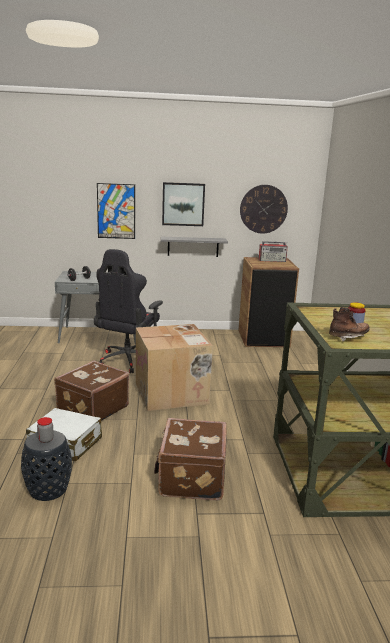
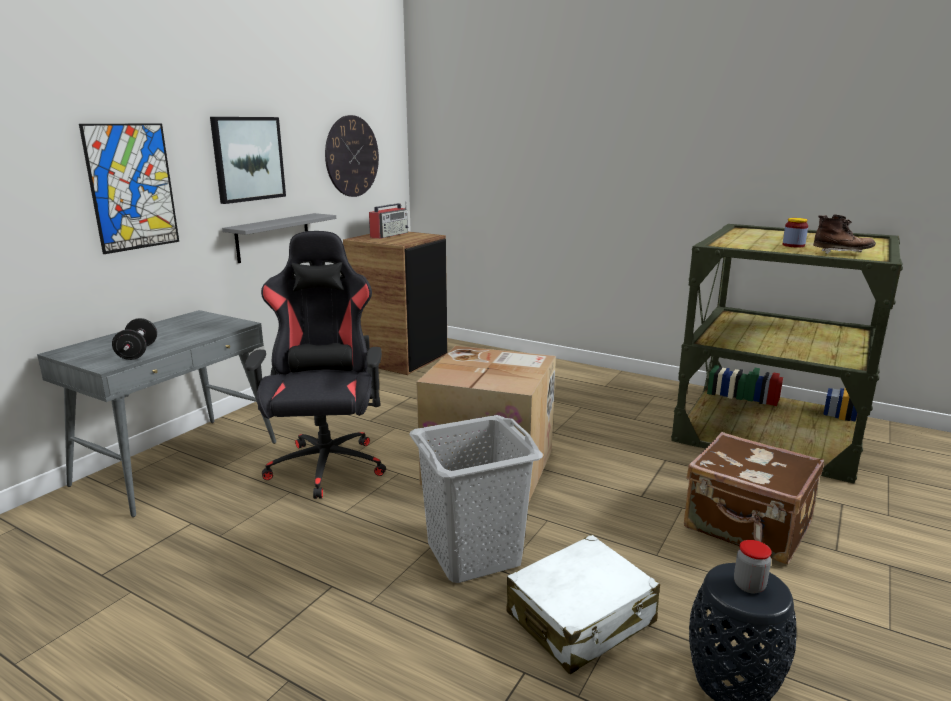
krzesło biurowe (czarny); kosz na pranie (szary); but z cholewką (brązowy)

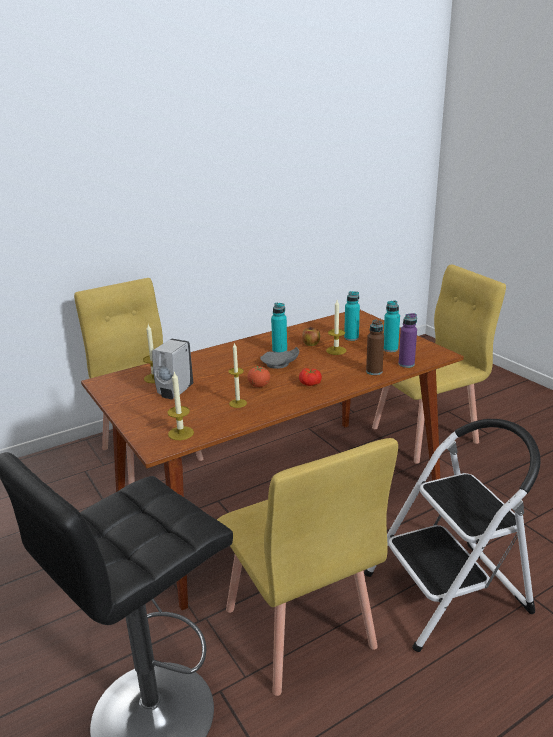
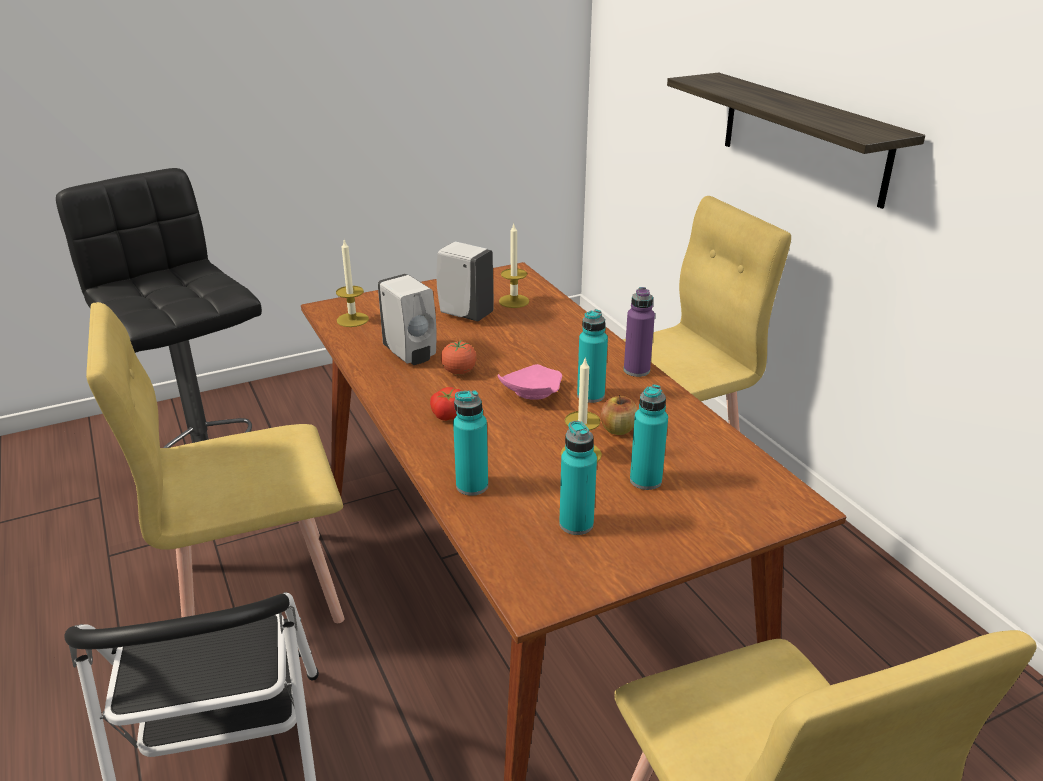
dozownik mydła (biały) (no. 1 from left); butelka (turkusowy) (no. 1 from left); talerz (różowy); butelka (fioletowy); półka

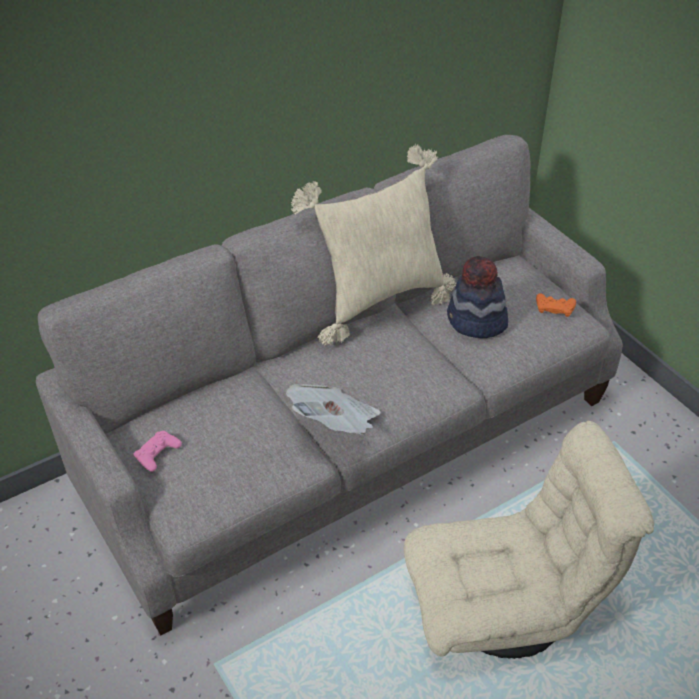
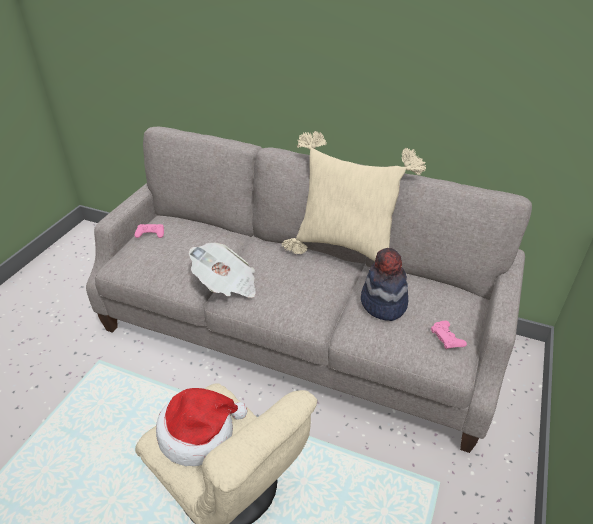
kapelusz (no. 1 from left); pad do gier (różowy) (no. 2 from left)

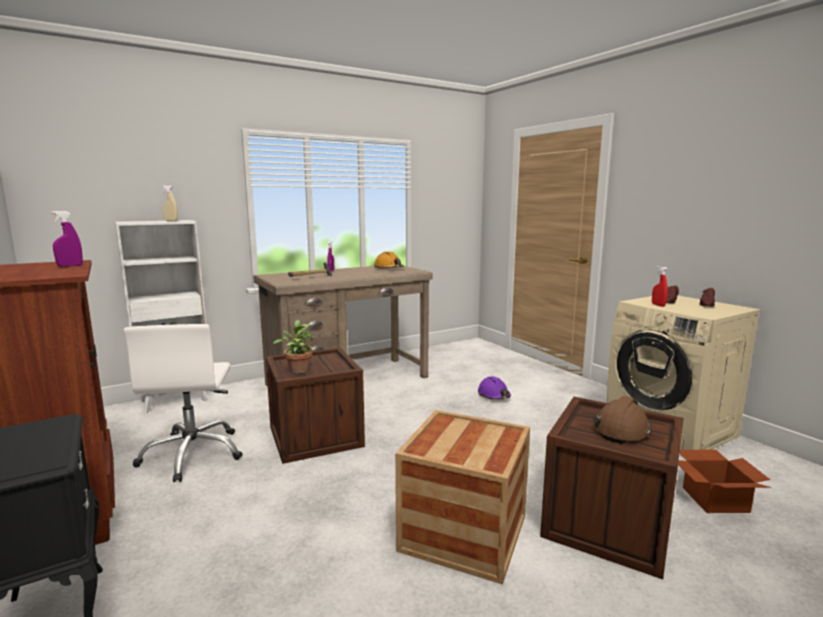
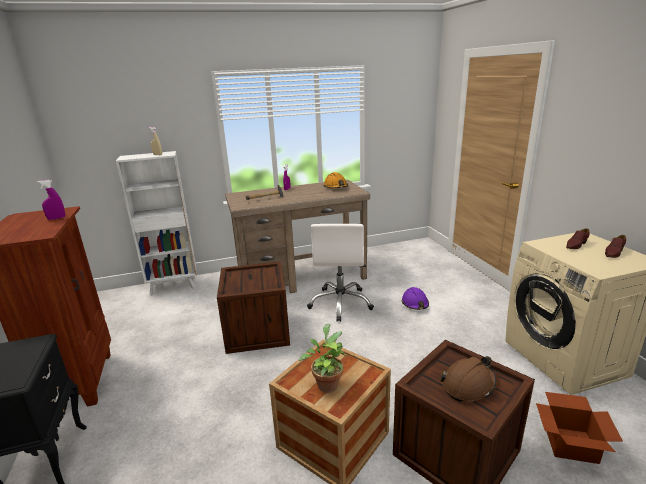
roślina doniczkowa; krzesło biurowe (biały); spryskiwacz (czerwony)

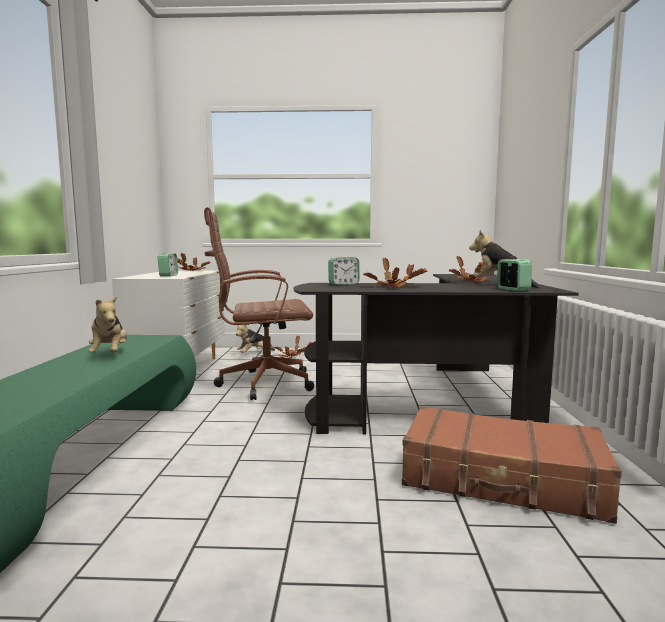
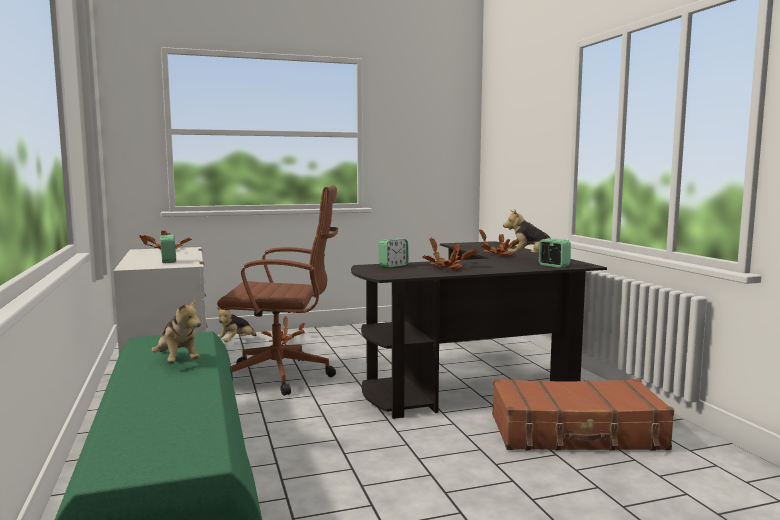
krzesło biurowe (brązowy)

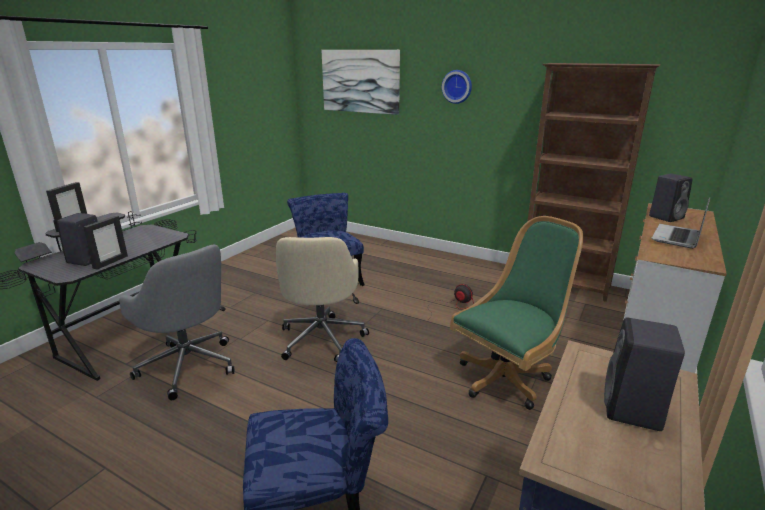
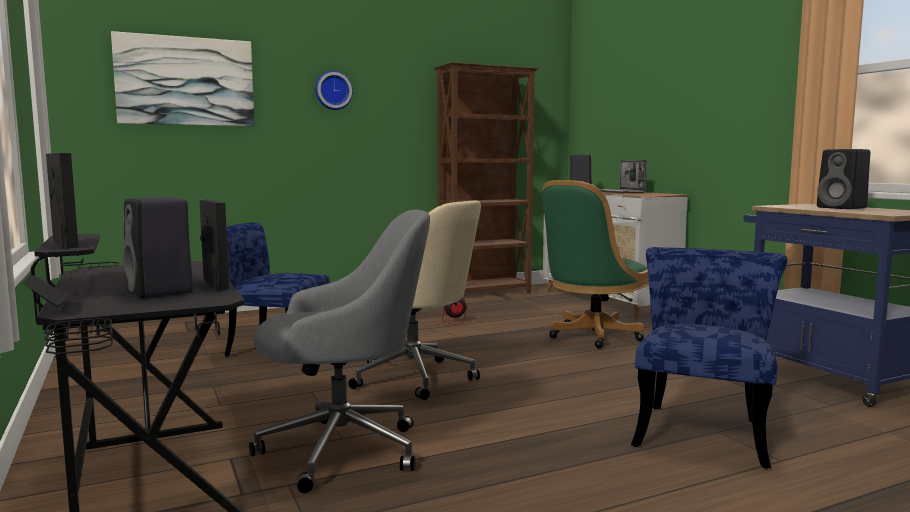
krzesło biurowe (zielony)

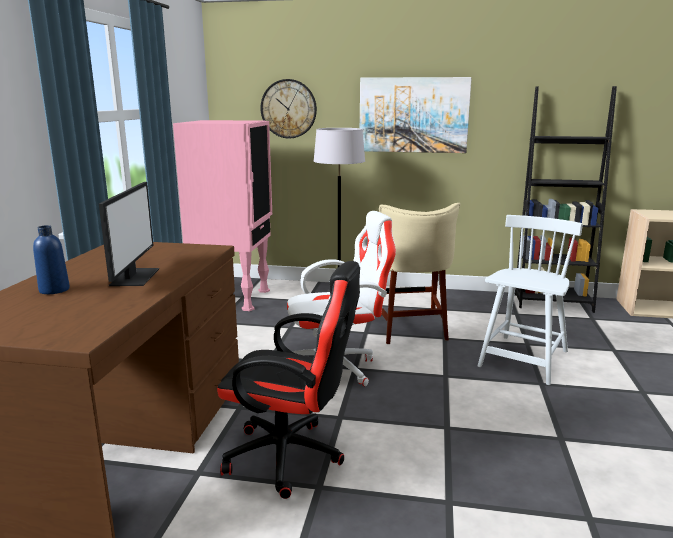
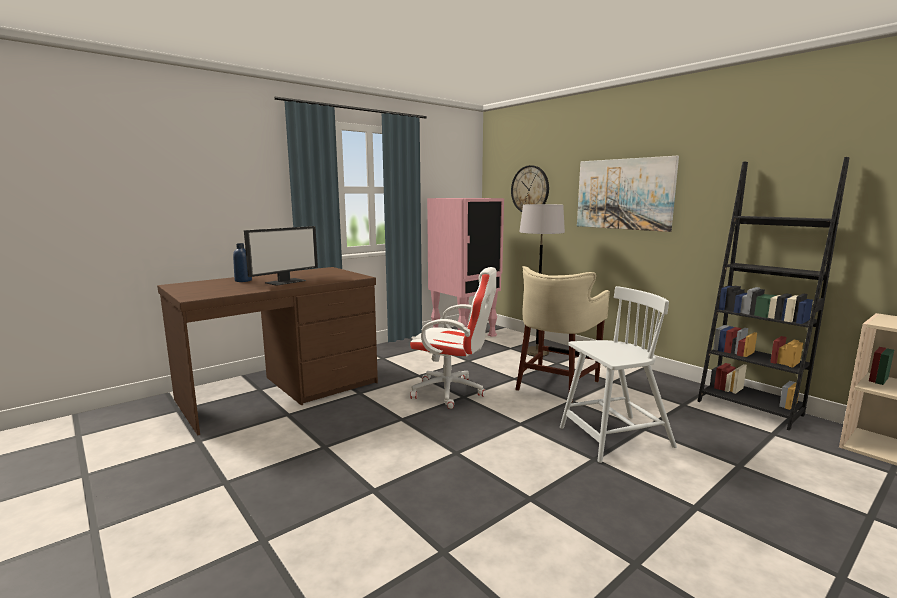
krzesło biurowe (czarny)

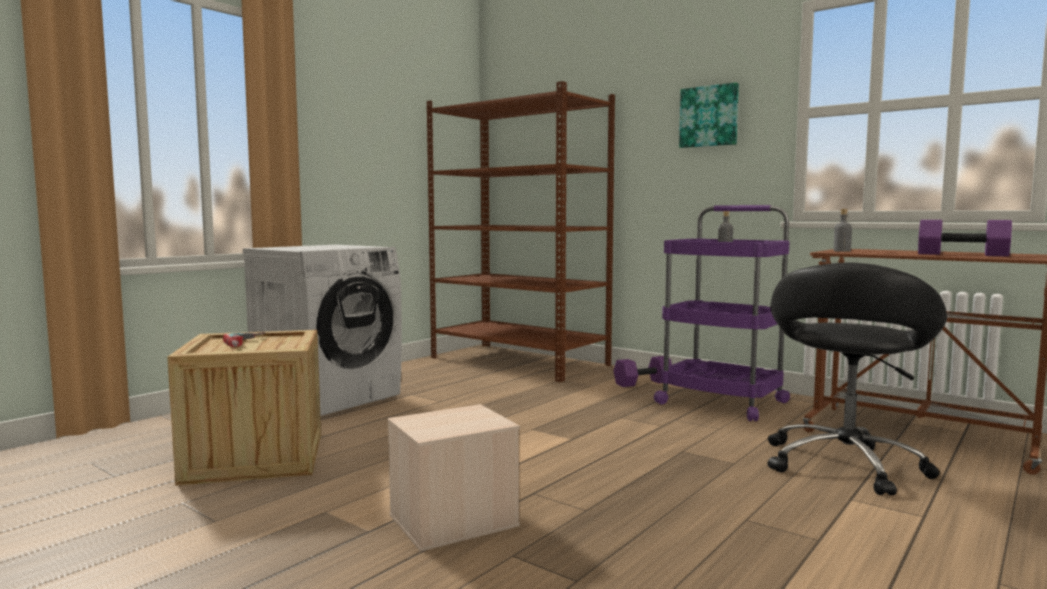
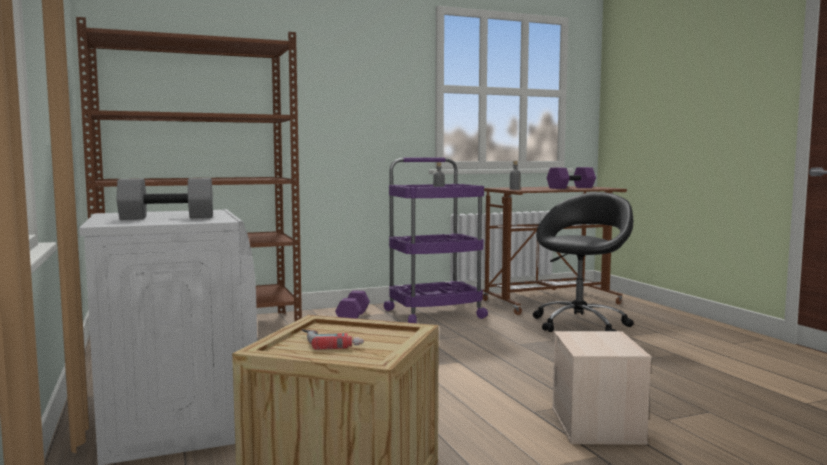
hantel (szary); krzesło biurowe (czarny); obraz

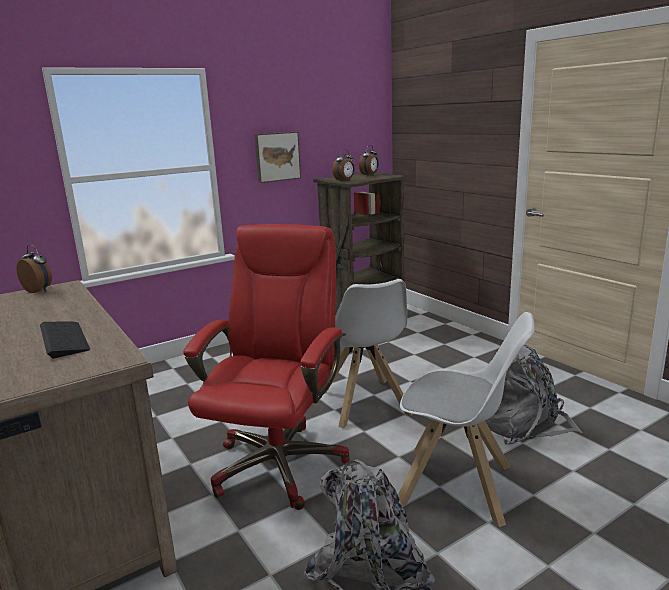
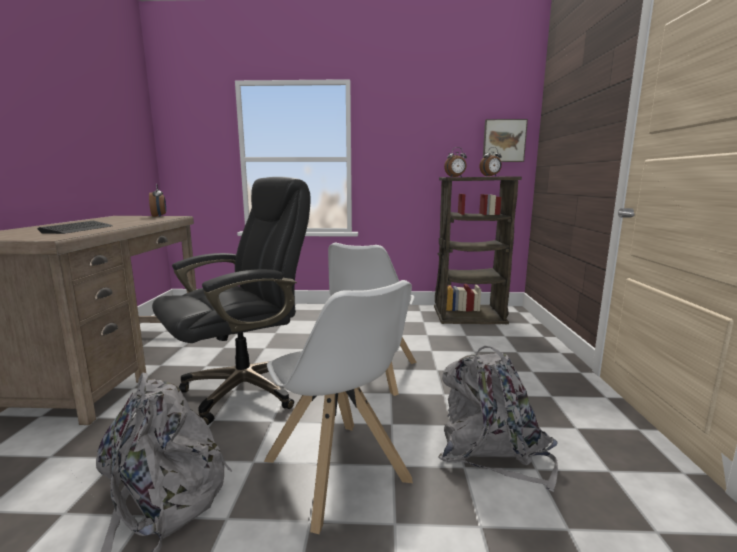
krzesło biurowe (czarny); obraz

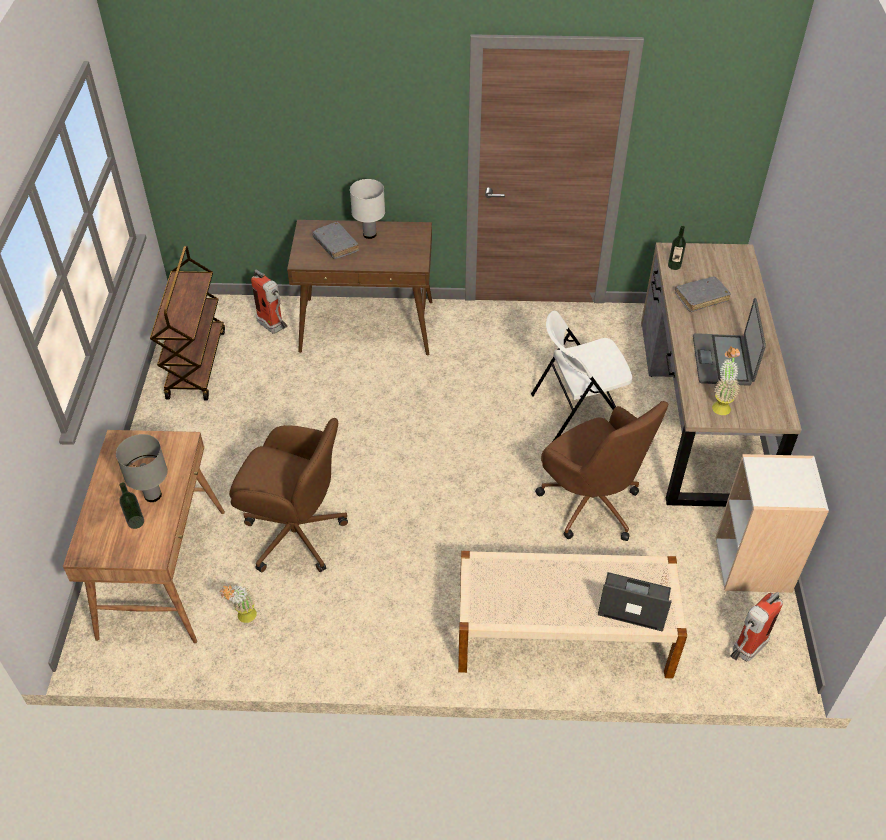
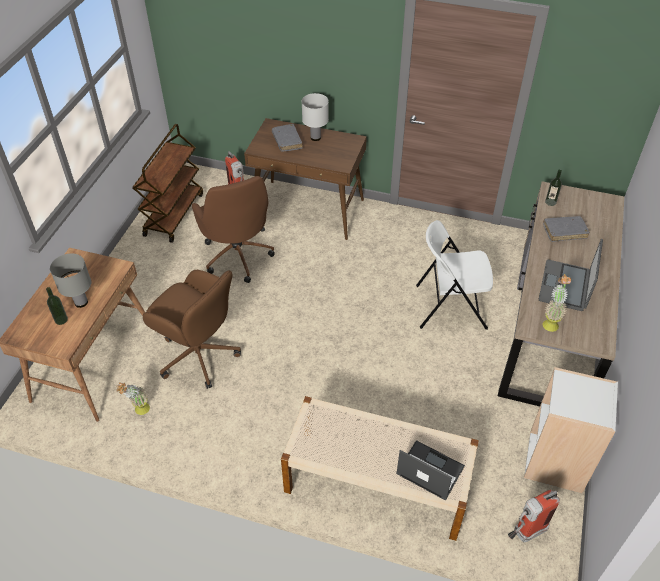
krzesło biurowe (brązowy) (no. 2 from left)

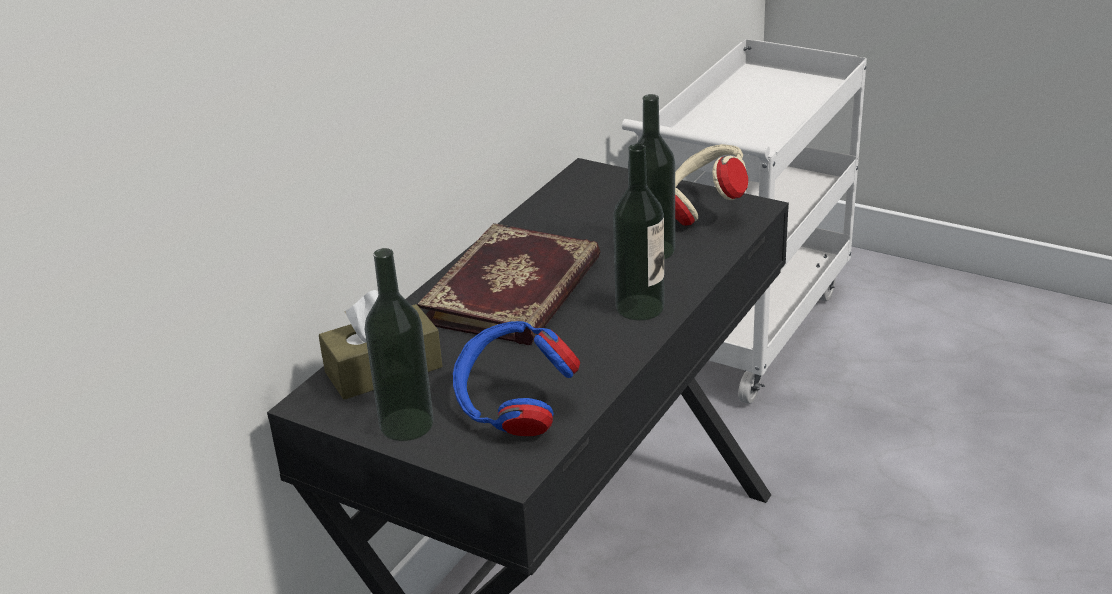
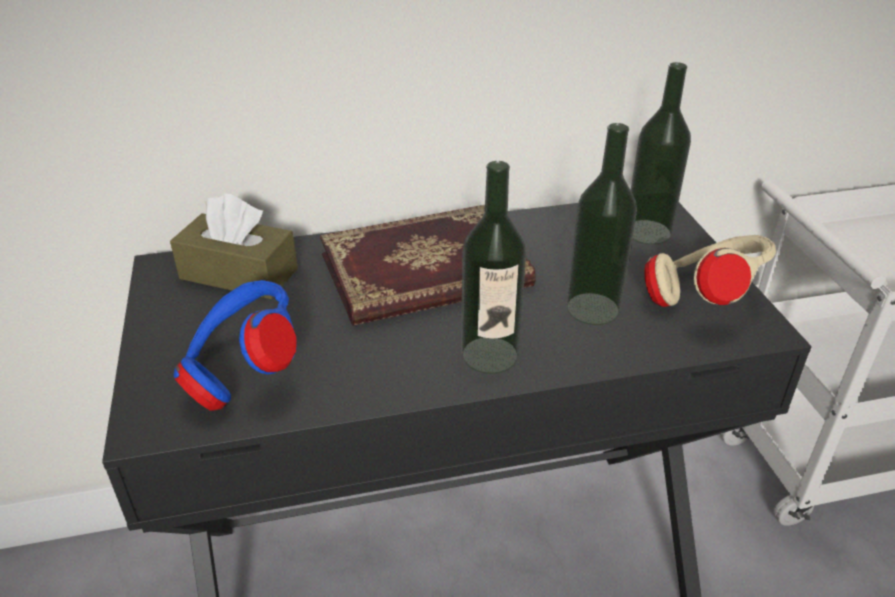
butelka (no. 3 from left)

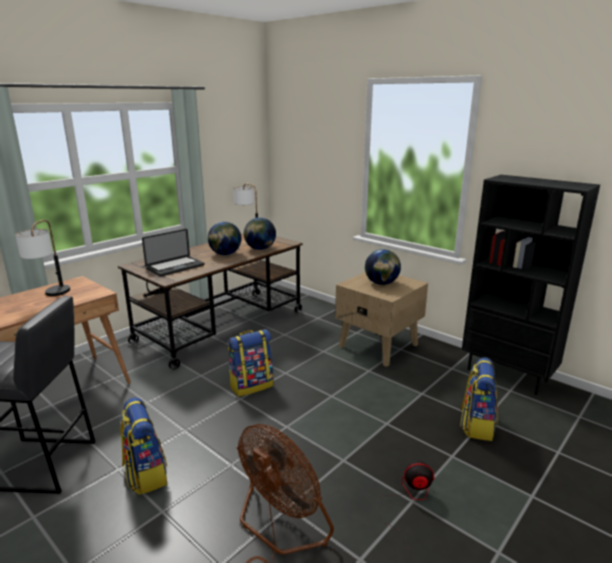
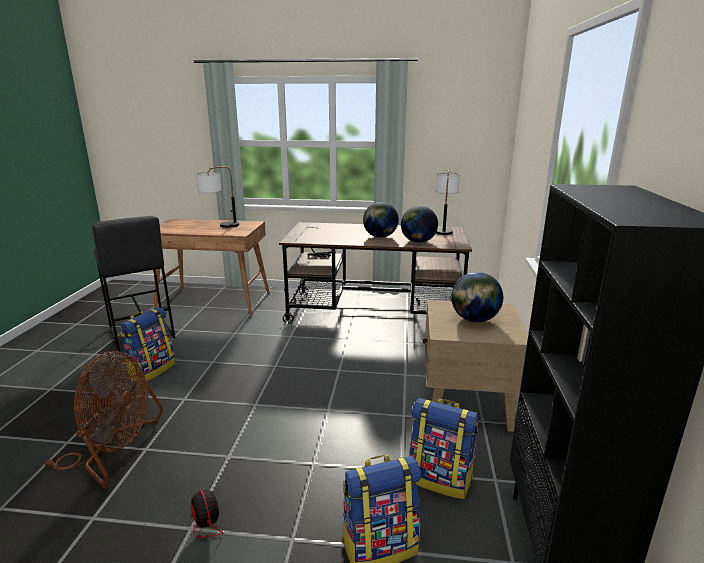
plecak (no. 3 from left); laptop

